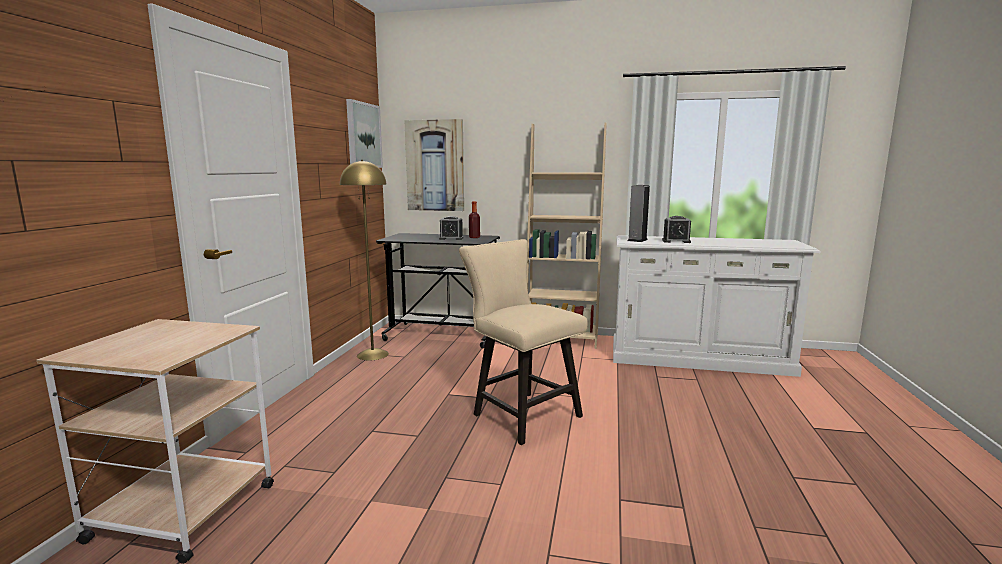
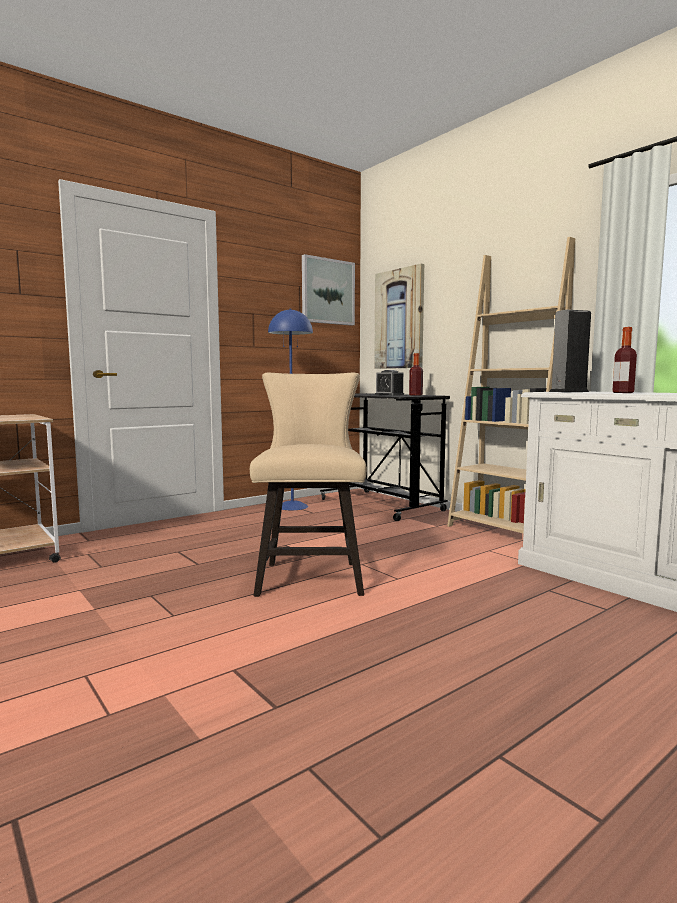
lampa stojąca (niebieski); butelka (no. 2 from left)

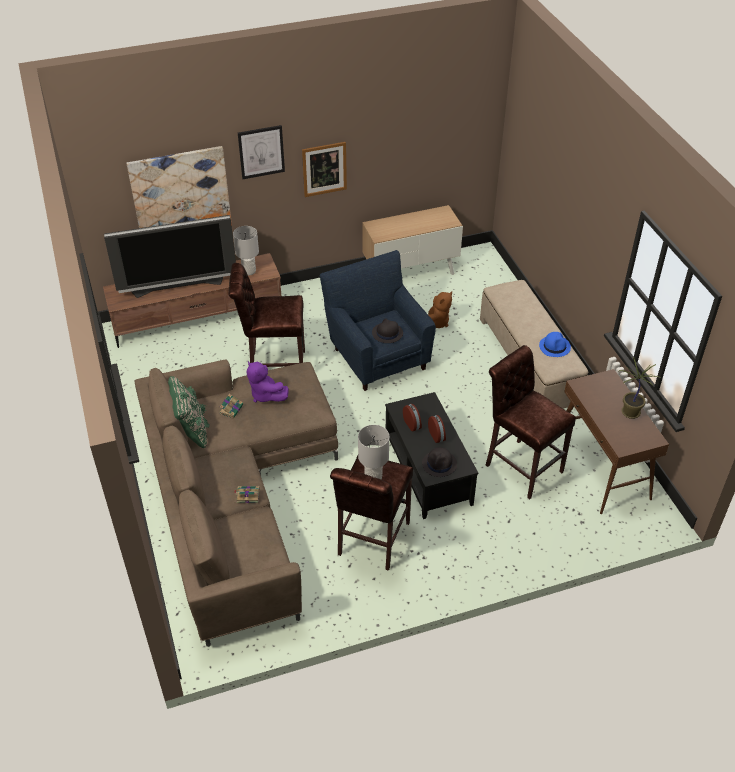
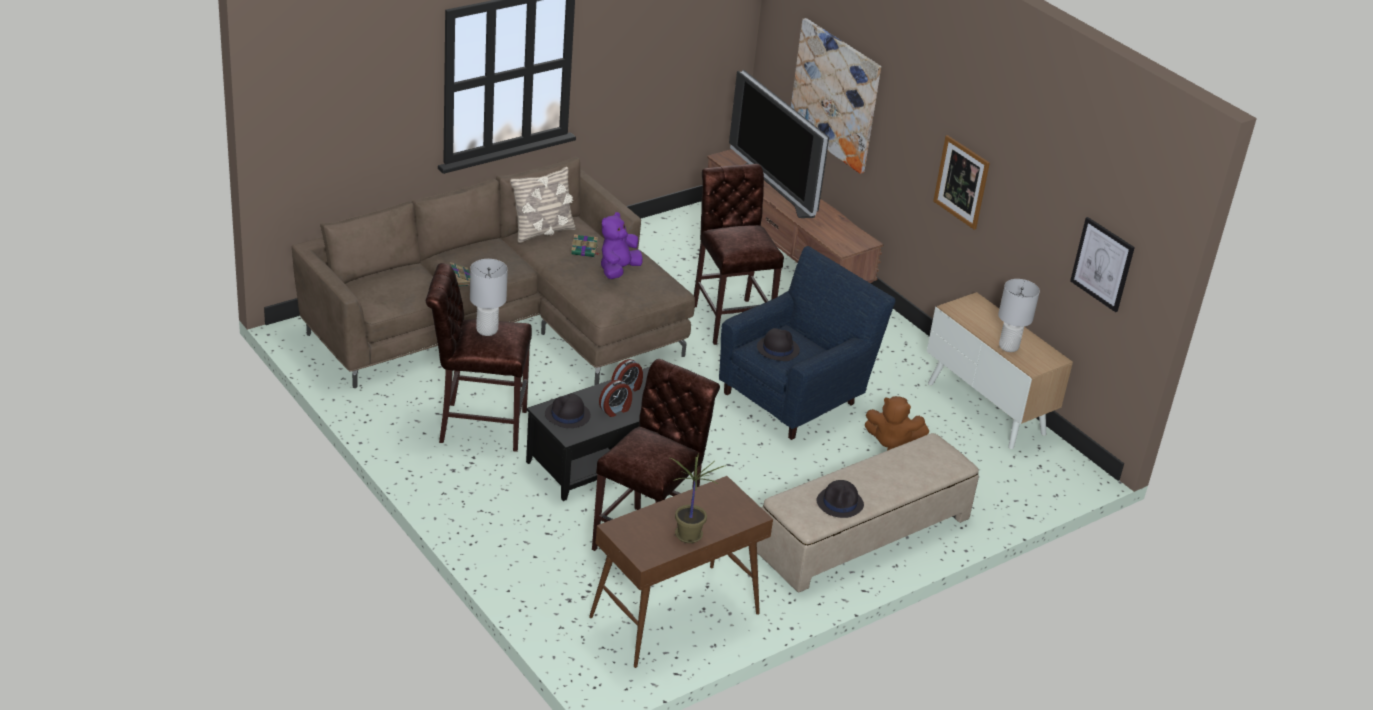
poduszka (beżowy); kapelusz (czarny) (no. 3 from left); lampa stołowa (szary) (no. 2 from left); obraz (no. 3 from left)

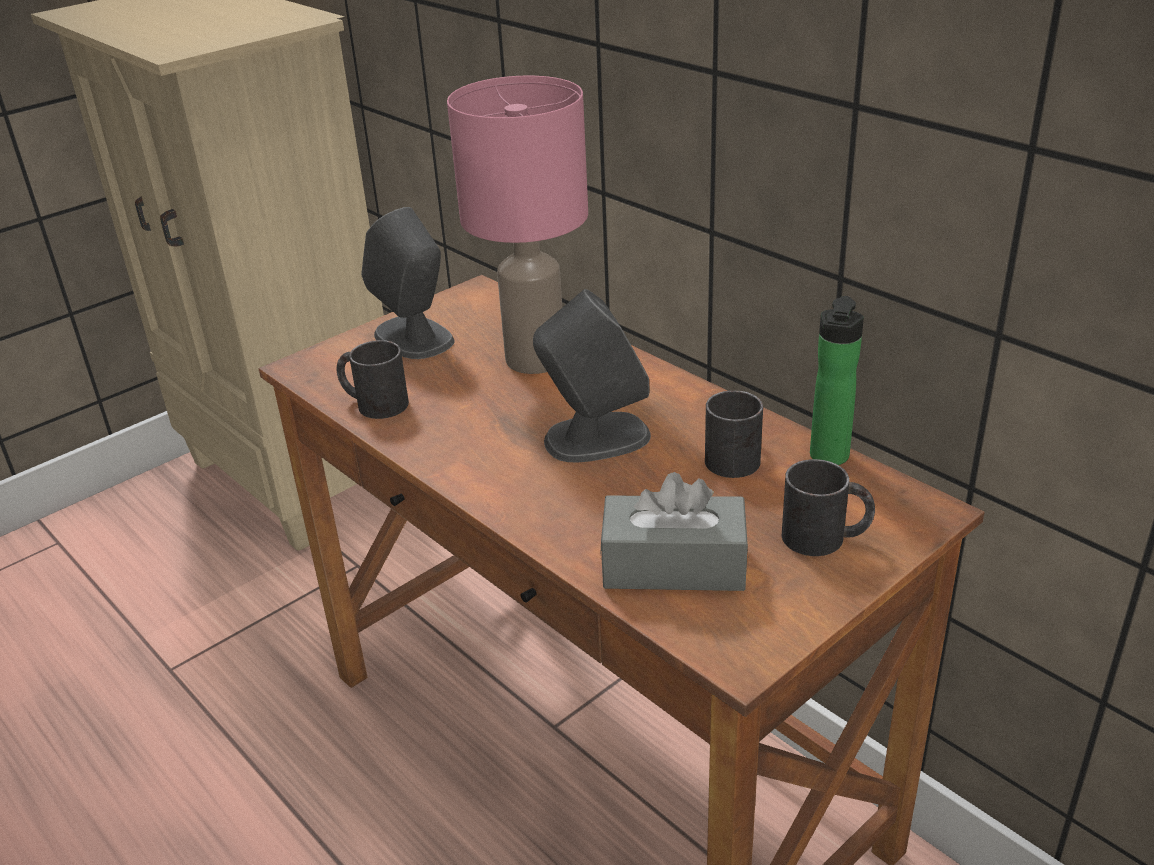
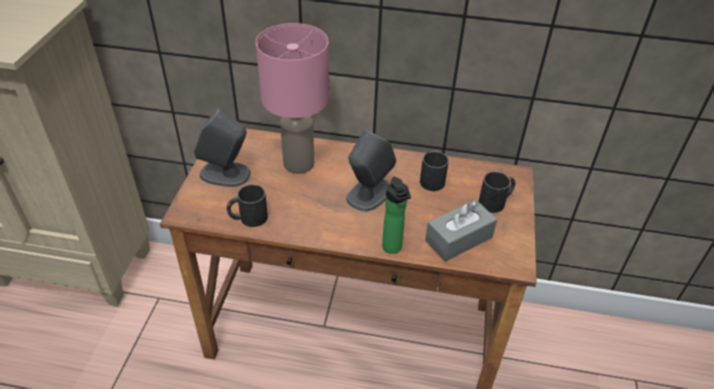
butelka

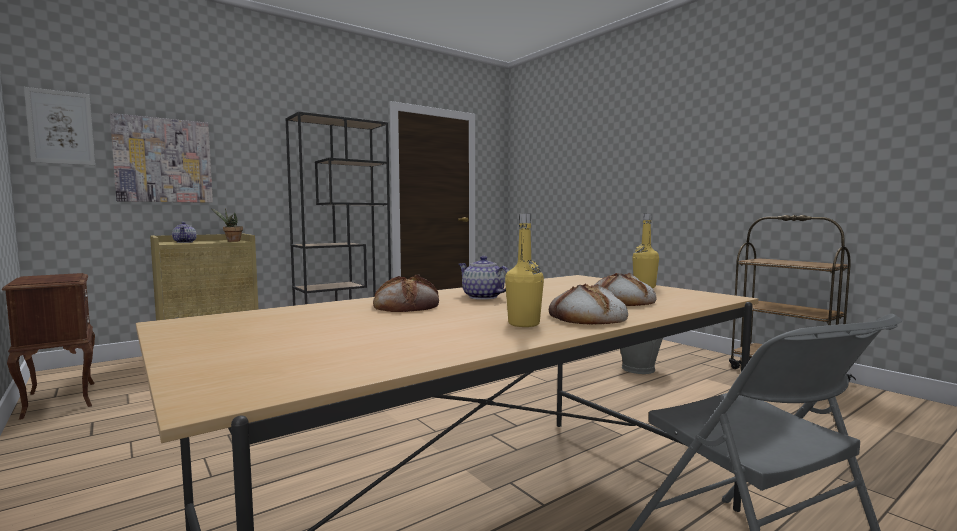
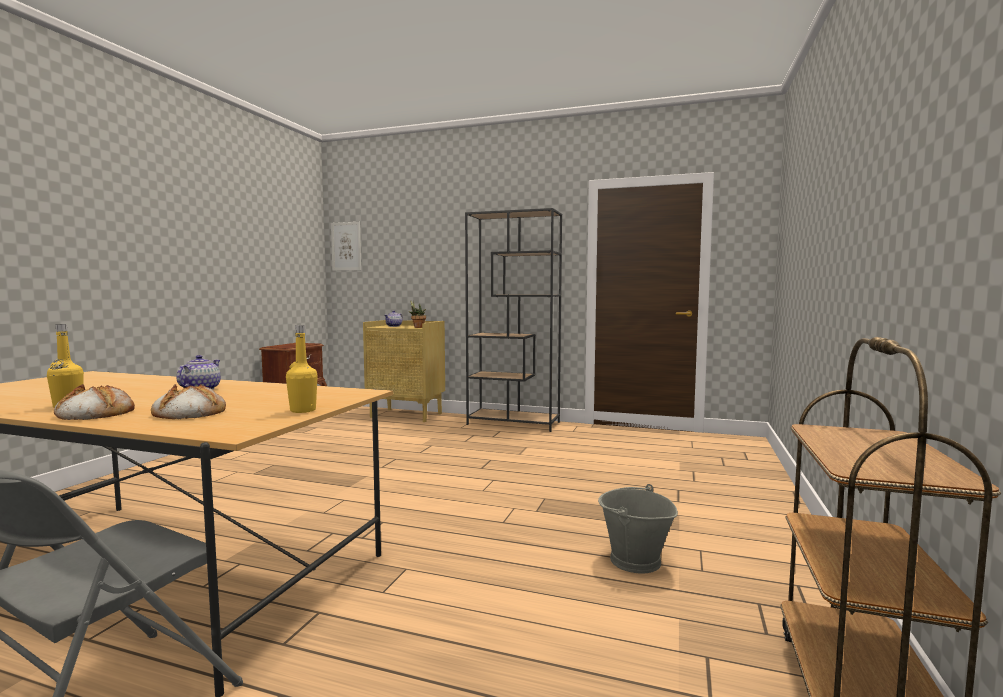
obraz (no. 2 from left in the first image); chleb (no. 1 from left in the first image)

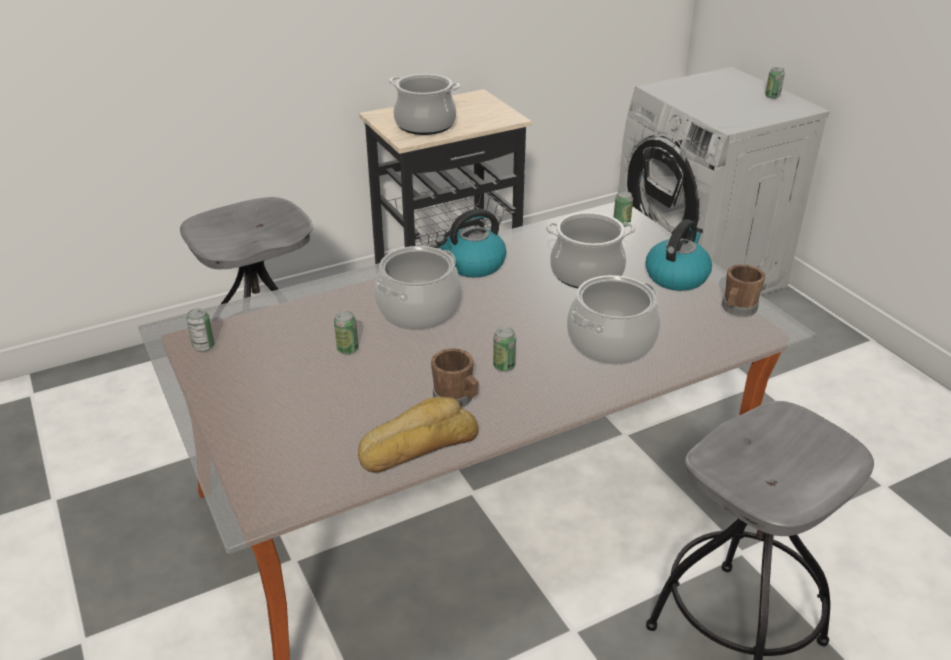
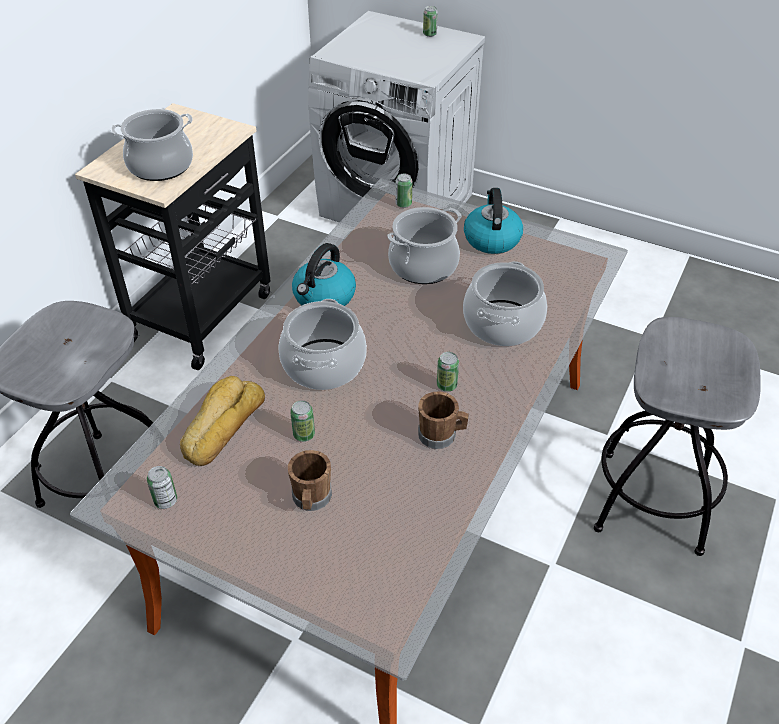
chleb; kubek (brązowy) (no. 1 from left)

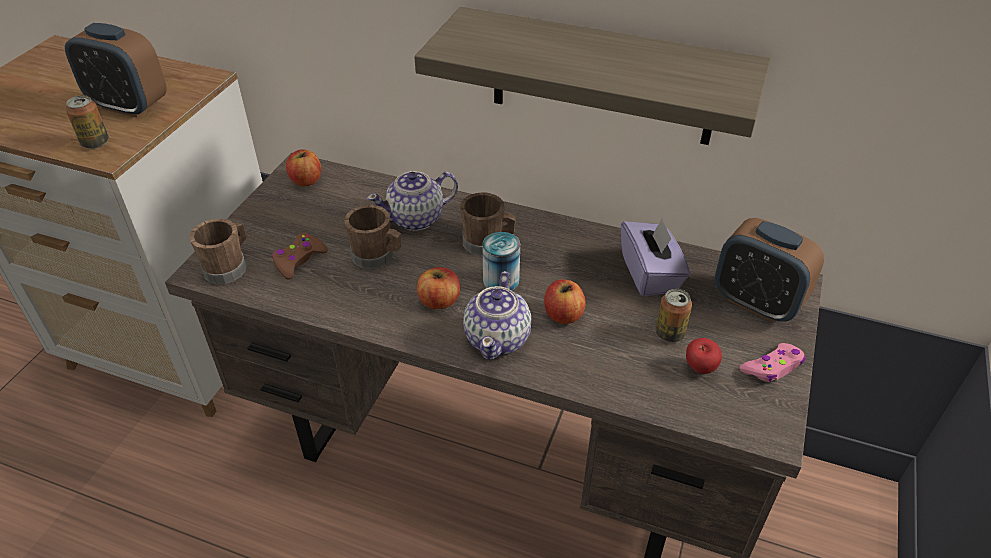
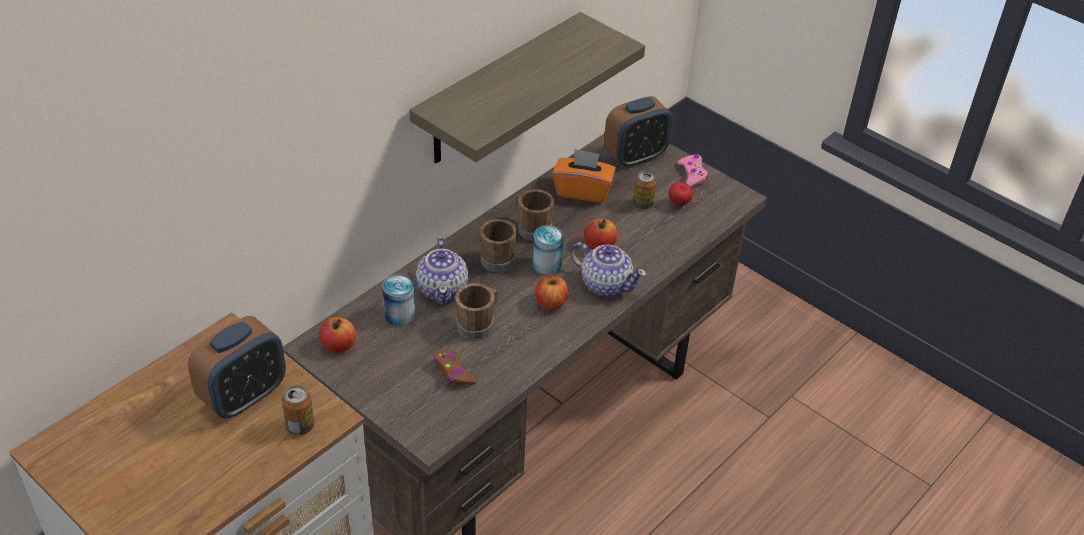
puszka (no. 2 from left); kubek (brązowy) (no. 3 from left); pudełko chusteczek (pomarańczowy)

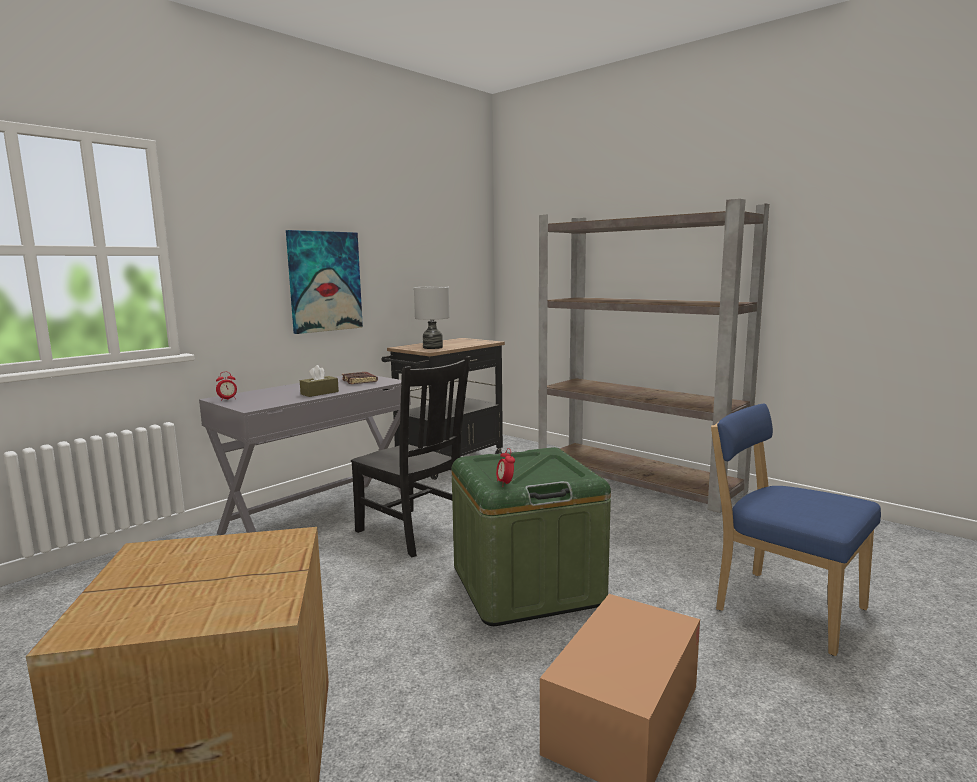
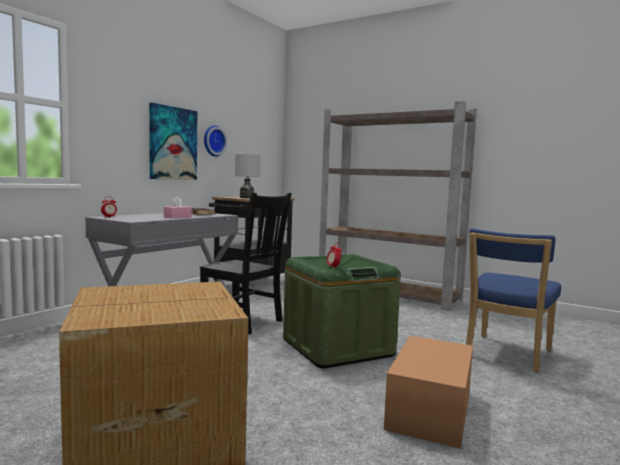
pudełko chusteczek (różowy); zegar ścienny; krzesło (niebieski)

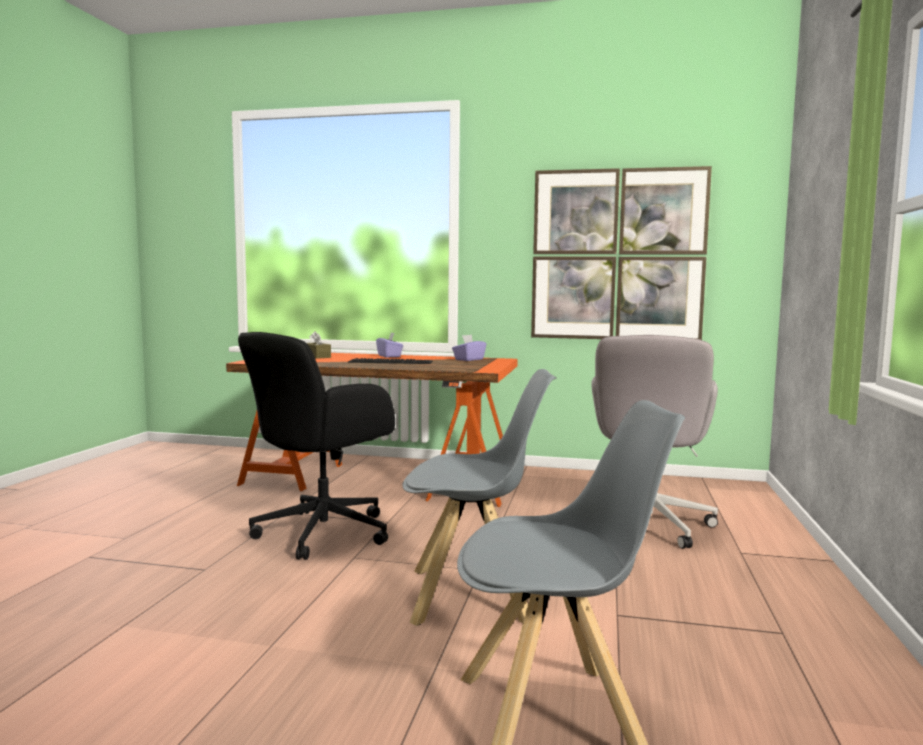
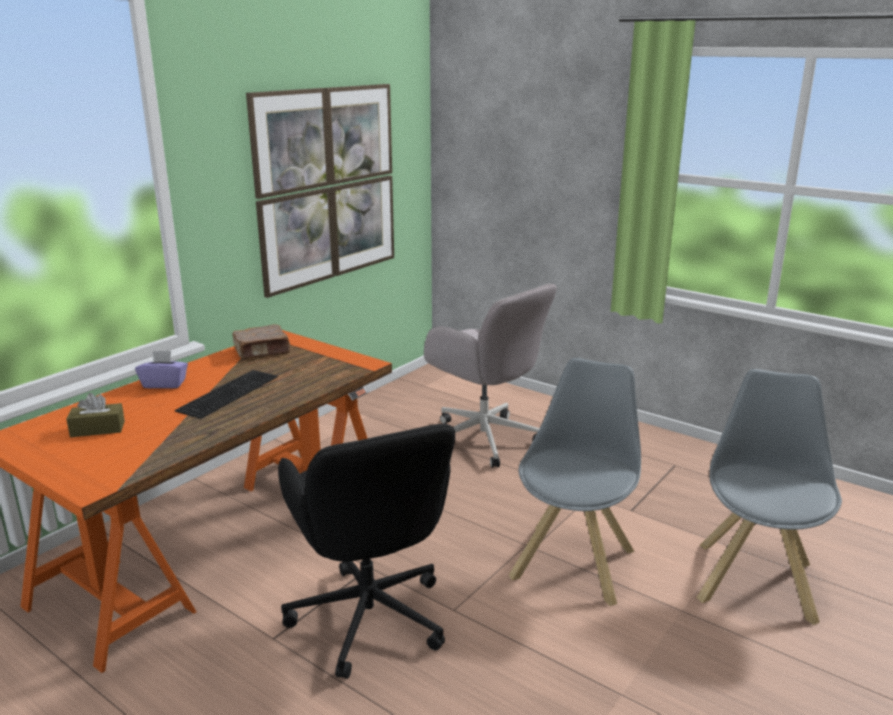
książka (brązowy)

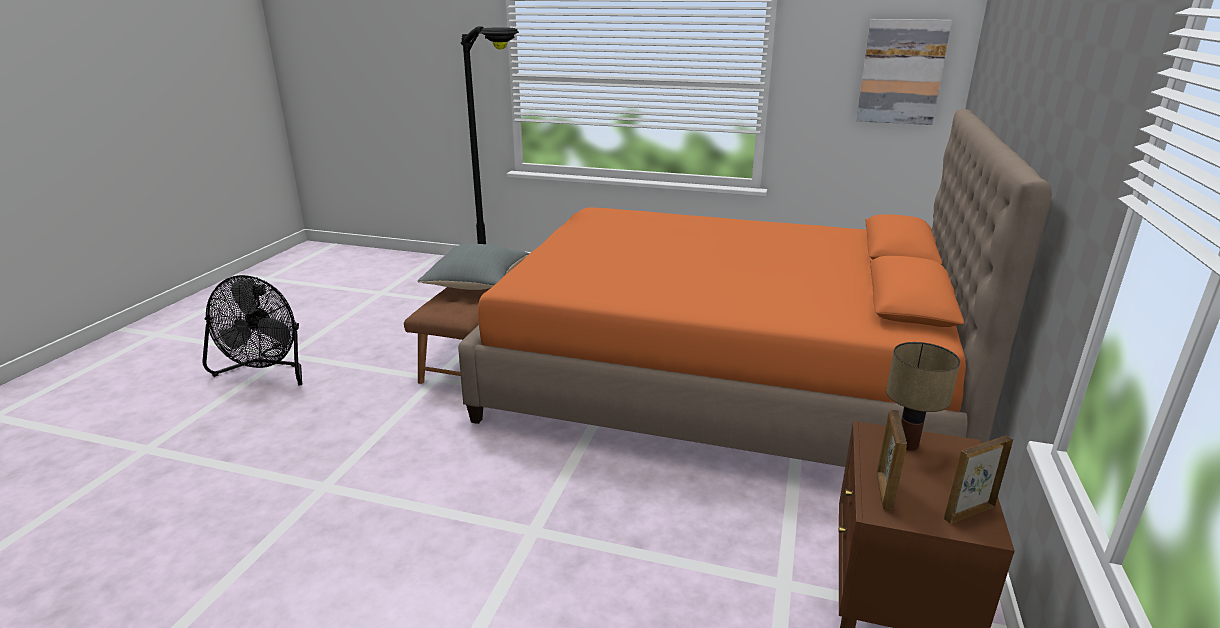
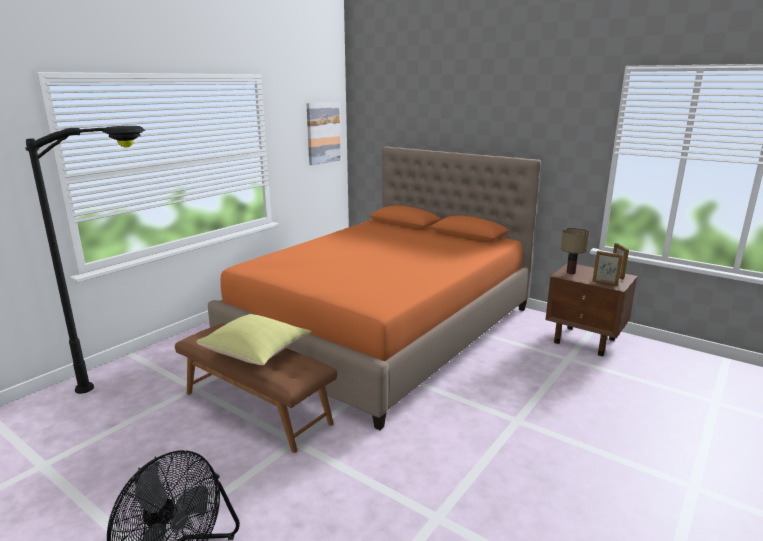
poduszka (żółty)

